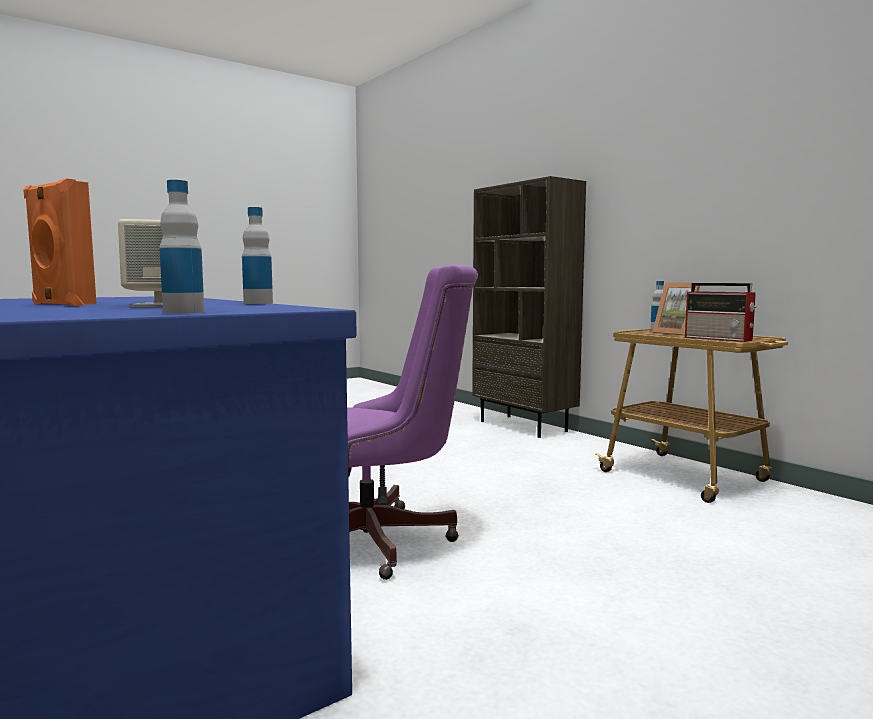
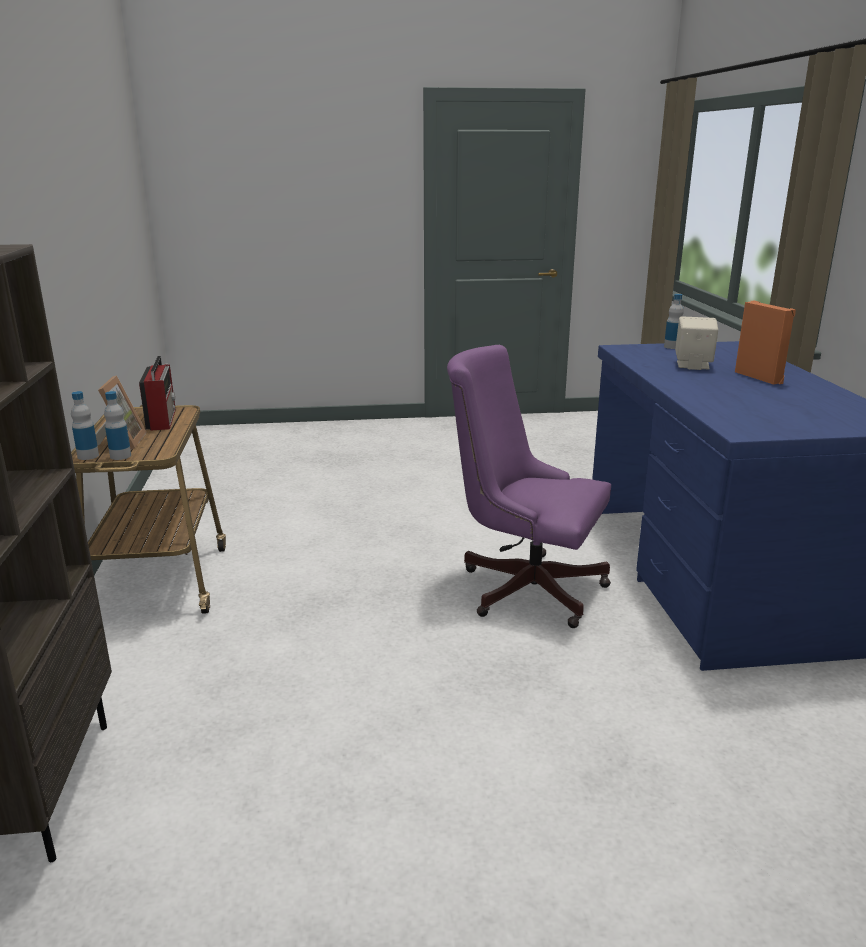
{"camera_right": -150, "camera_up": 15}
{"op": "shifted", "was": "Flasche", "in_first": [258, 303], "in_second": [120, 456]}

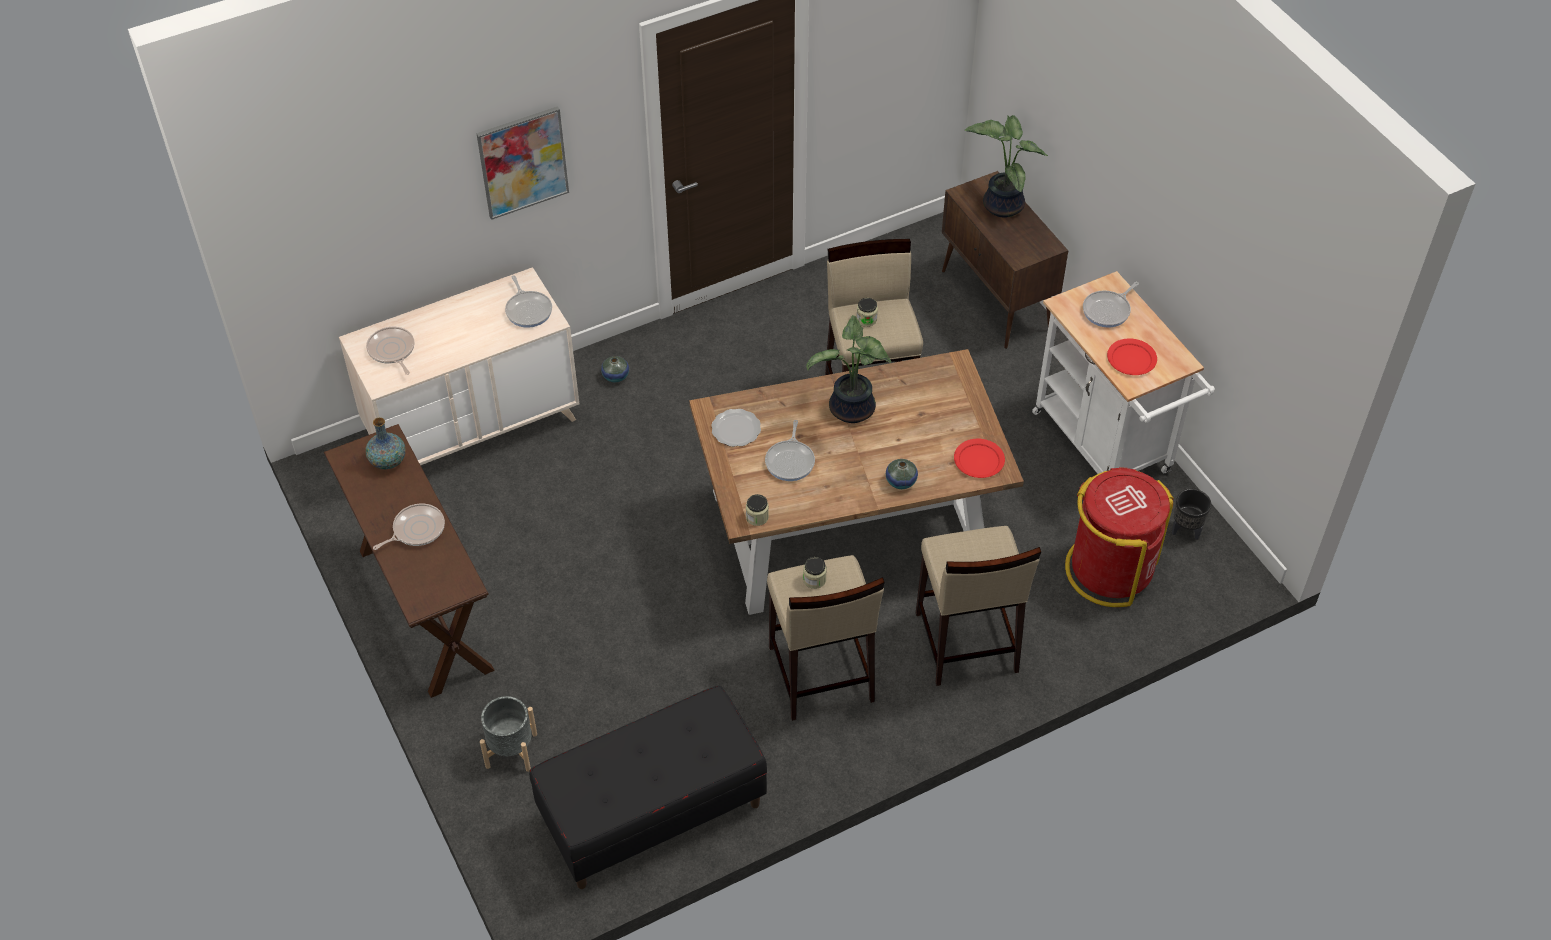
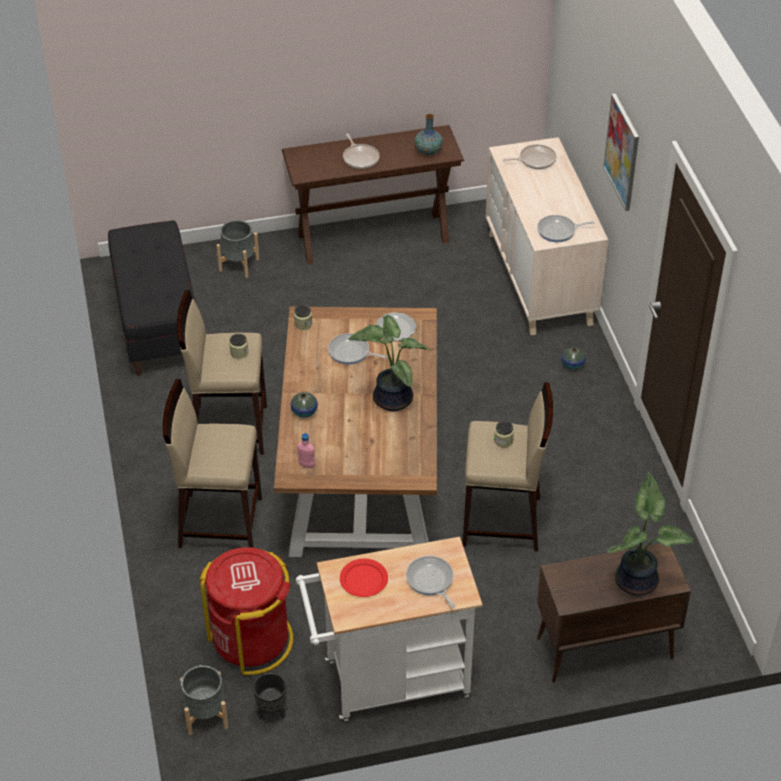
{"camera_right": 105, "camera_up": -5}
{"op": "new", "now": "Pflanzkübel [grau]", "in_second": [206, 715]}
{"op": "swapped", "was": "Teller [rot]", "now": "Flasche [rosa]", "in_first": [979, 460], "in_second": [306, 465]}

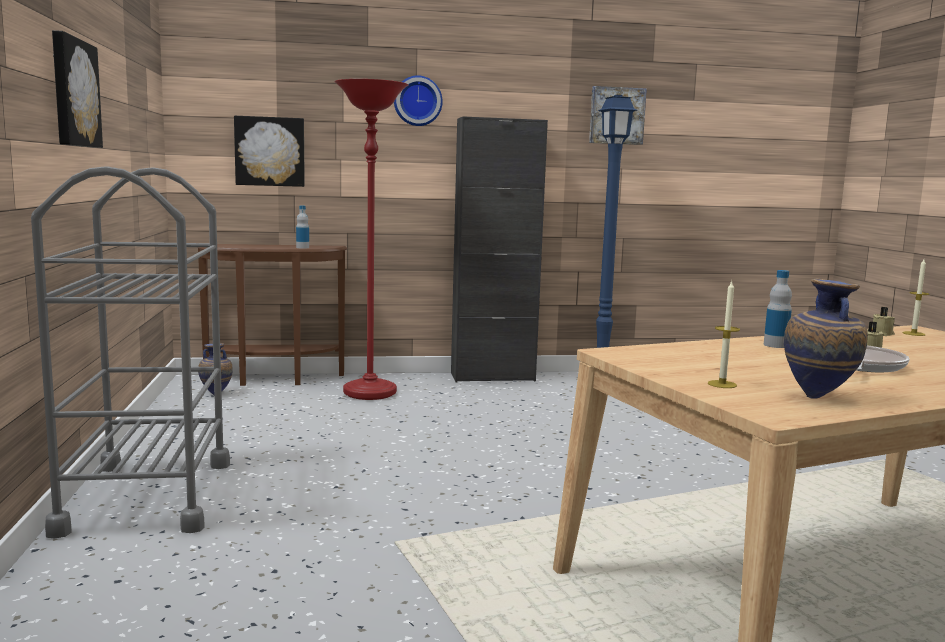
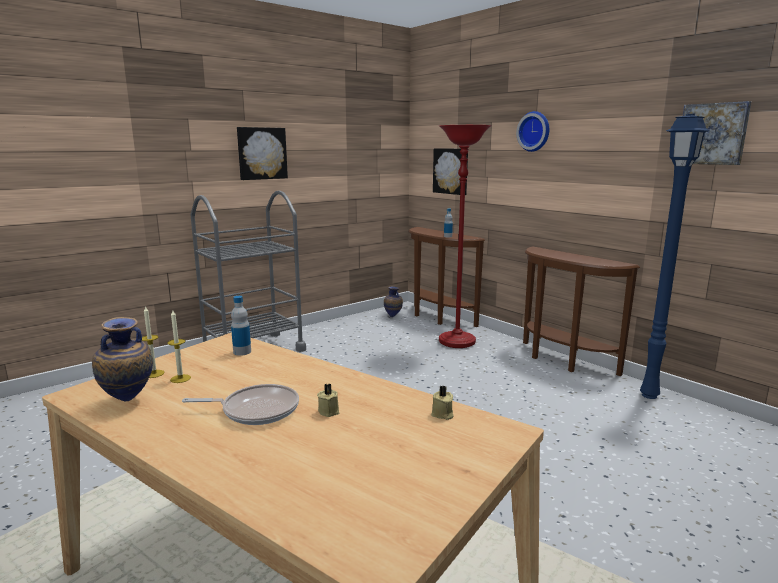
{"camera_right": 60, "camera_up": 5}
{"op": "shifted", "was": "Flasche", "in_first": [775, 345], "in_second": [242, 352]}
{"op": "shifted", "was": "Kerze", "in_first": [913, 333], "in_second": [180, 378]}
{"op": "swapped", "was": "Schrank [schwarz]", "now": "Konsolentisch [braun]", "in_first": [492, 377], "in_second": [561, 361]}

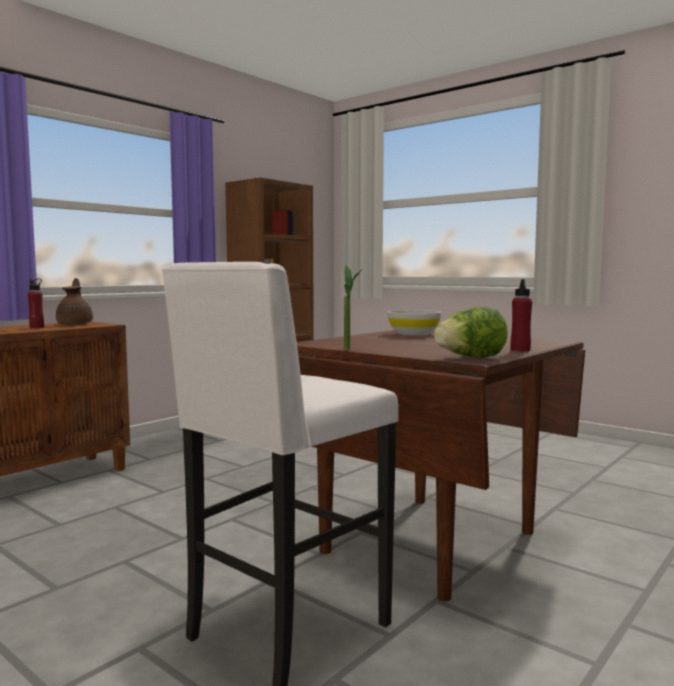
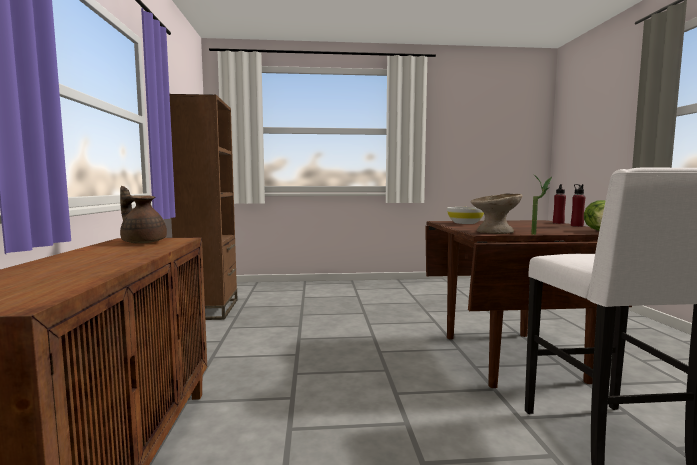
{"camera_right": -45, "camera_up": 0}
{"op": "new", "now": "Schüssel [beige]", "in_second": [495, 232]}
{"op": "shifted", "was": "Flasche [rot]", "in_first": [37, 327], "in_second": [558, 223]}

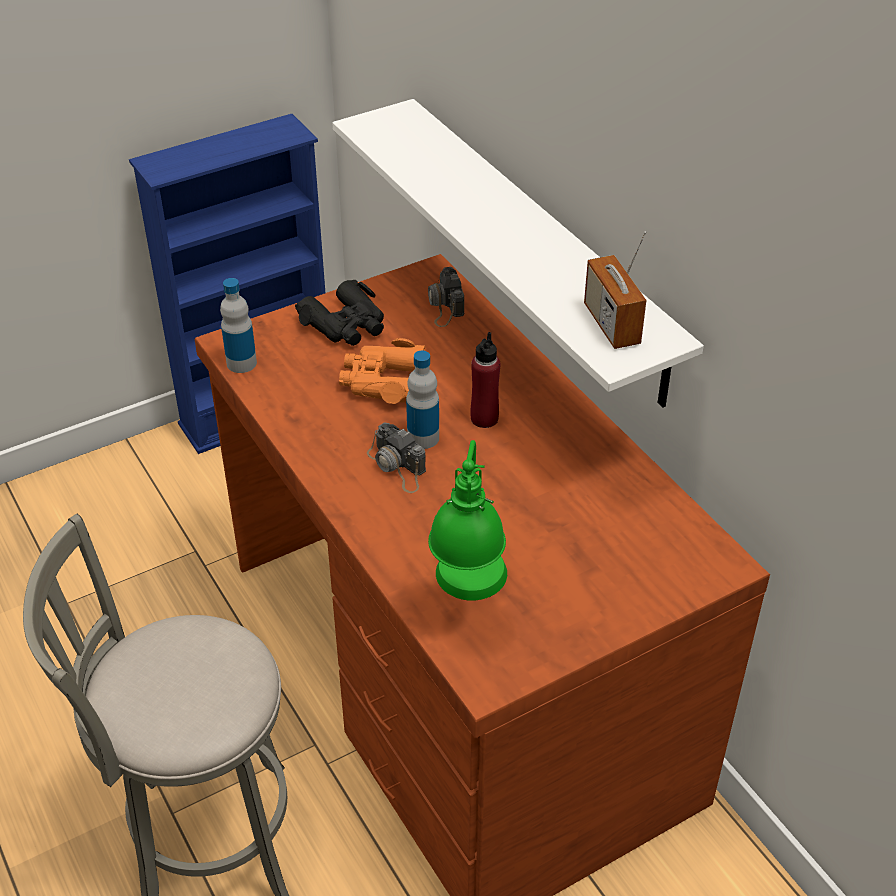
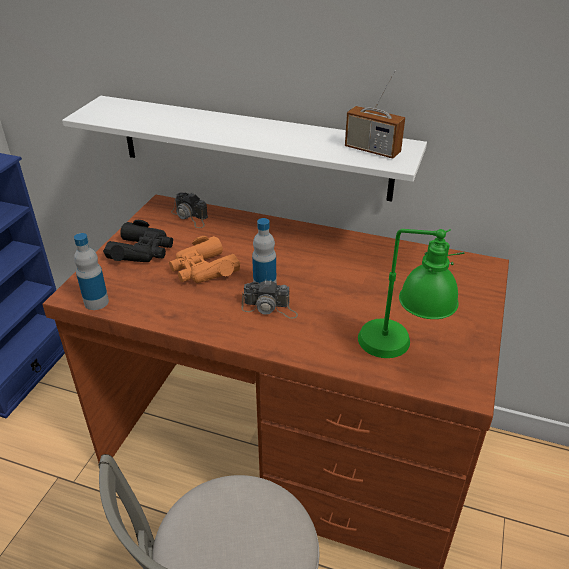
{"camera_right": -40, "camera_up": -5}
{"op": "gone", "was": "Flasche [rot]", "in_first": [484, 418]}

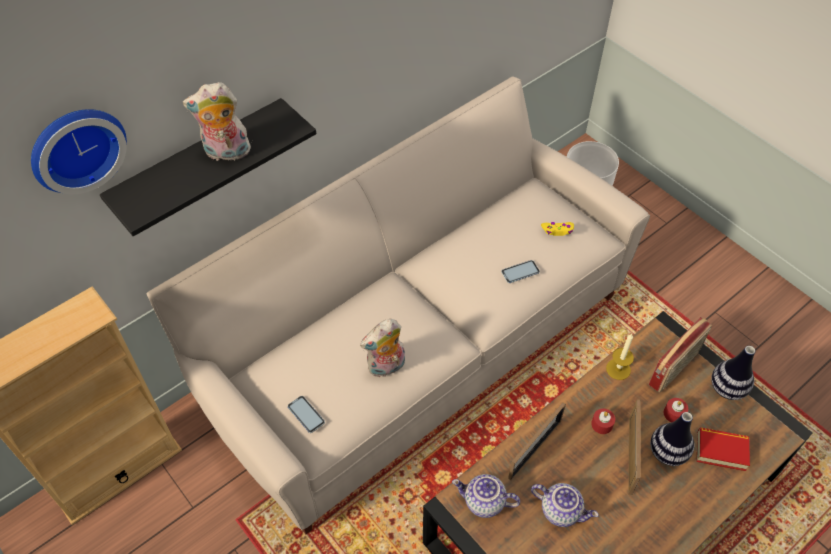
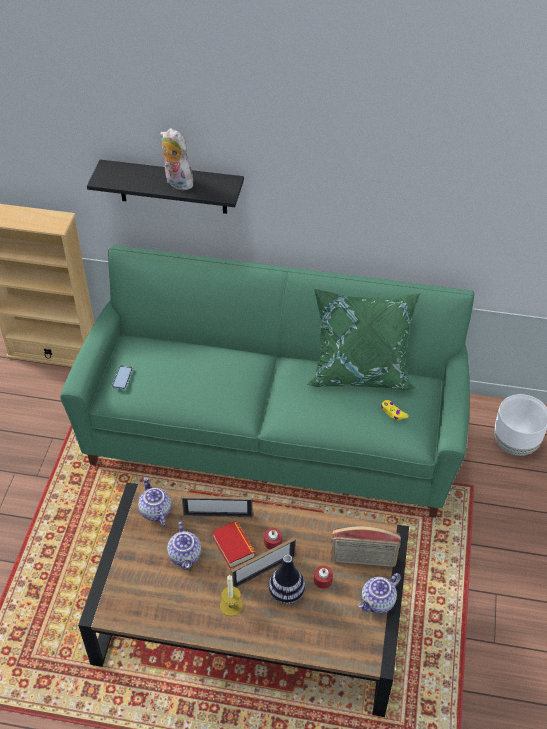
{"camera_right": 50, "camera_up": -5}
{"op": "gone", "was": "Wanduhr", "in_first": [75, 147]}
{"op": "gone", "was": "Plüschtier", "in_first": [386, 367]}
{"op": "gone", "was": "Handy", "in_first": [520, 272]}
{"op": "new", "now": "Kissen [grün]", "in_second": [361, 369]}
{"op": "shifted", "was": "Kerze", "in_first": [618, 369], "in_second": [231, 605]}
{"op": "shifted", "was": "Buch", "in_first": [721, 451], "in_second": [233, 547]}
{"op": "swapped", "was": "Vase", "now": "Teekanne", "in_first": [727, 388], "in_second": [378, 602]}
{"op": "repainted", "was": "Sofa [beige]", "now": "Sofa [grün]", "in_first": [415, 347], "in_second": [272, 431]}

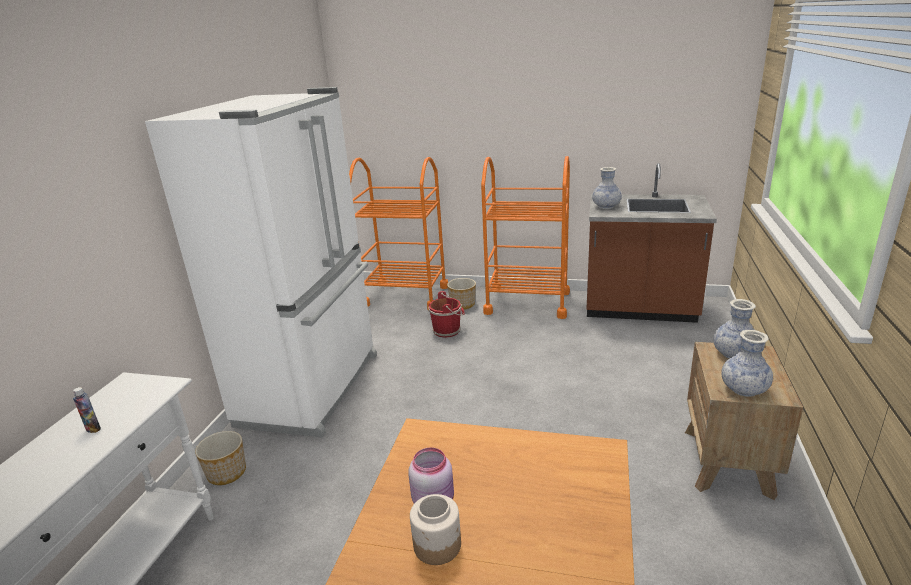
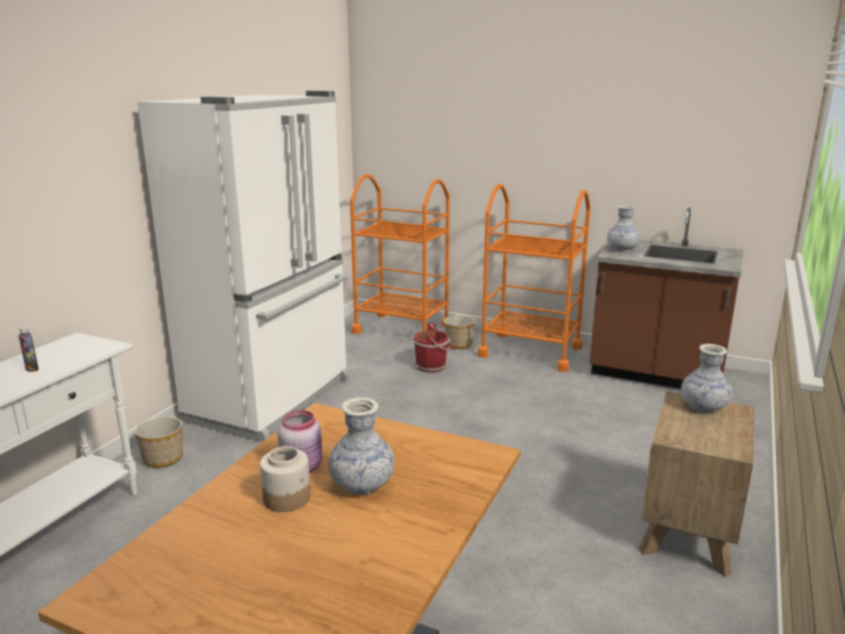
{"camera_right": 10, "camera_up": -5}
{"op": "shifted", "was": "Vase", "in_first": [744, 389], "in_second": [362, 484]}

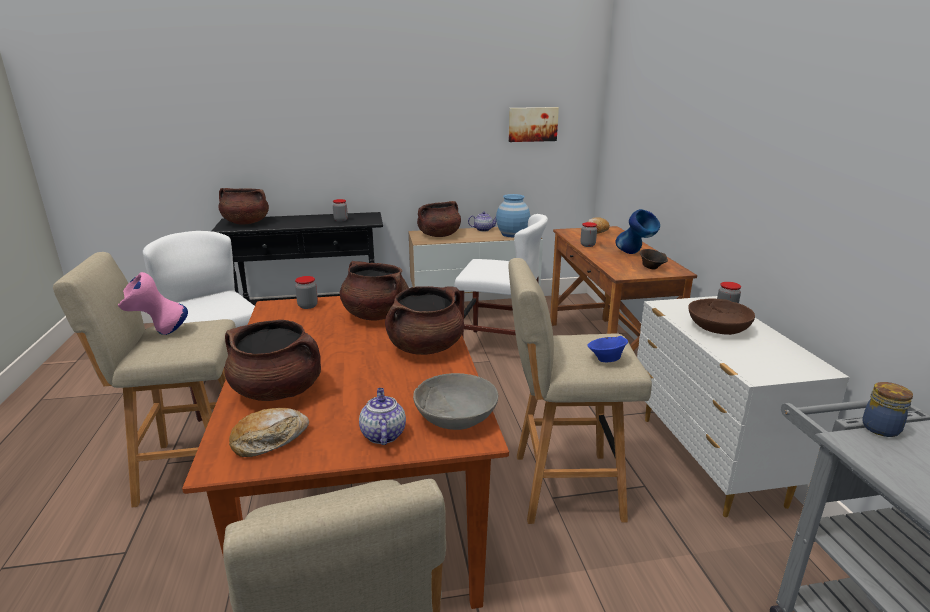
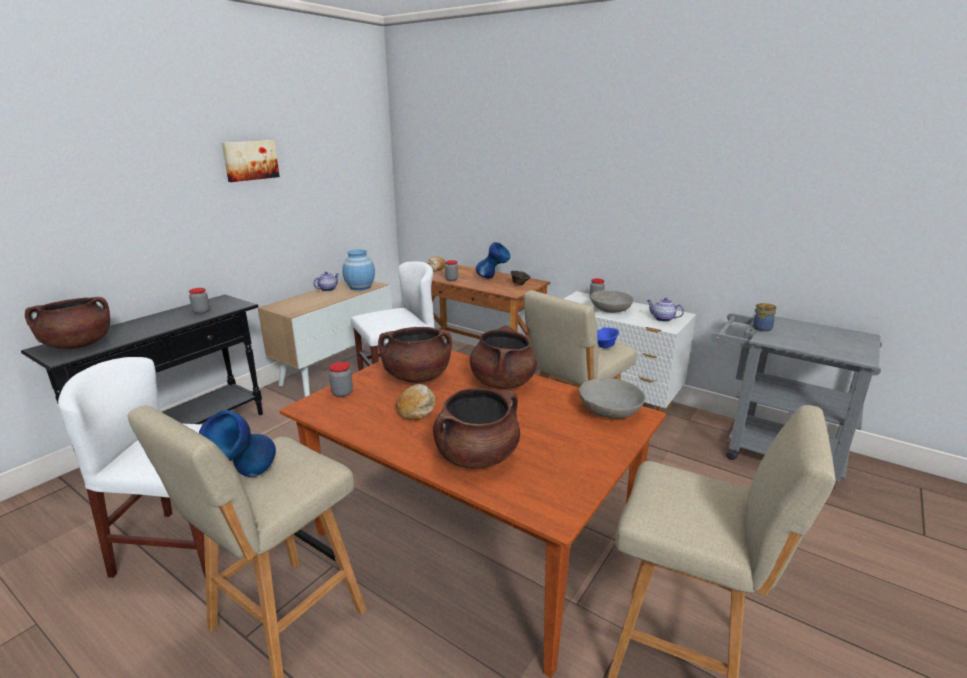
{"camera_right": -45, "camera_up": 0}
{"op": "gone", "was": "Kochtopf [braun]", "in_first": [439, 235]}
{"op": "shifted", "was": "Brot", "in_first": [269, 440], "in_second": [416, 408]}
{"op": "shifted", "was": "Teekanne", "in_first": [382, 434], "in_second": [662, 319]}
{"op": "shifted", "was": "Bild", "in_first": [532, 124], "in_second": [250, 160]}
{"op": "repainted", "was": "Vase [rosa]", "now": "Vase [blau]", "in_first": [158, 334], "in_second": [245, 479]}
{"op": "repainted", "was": "Schüssel [braun]", "now": "Schüssel [grau]", "in_first": [717, 328], "in_second": [610, 309]}

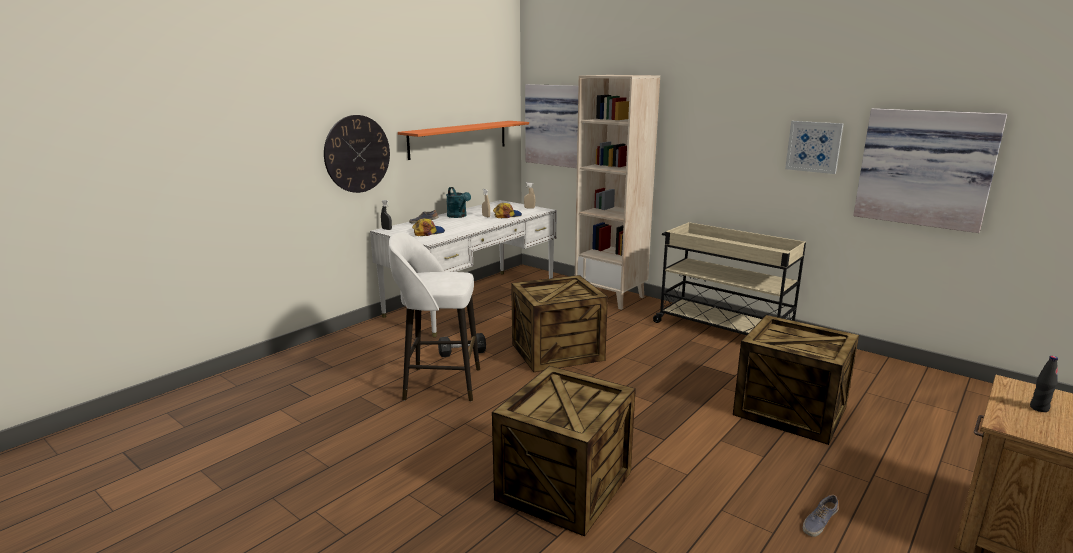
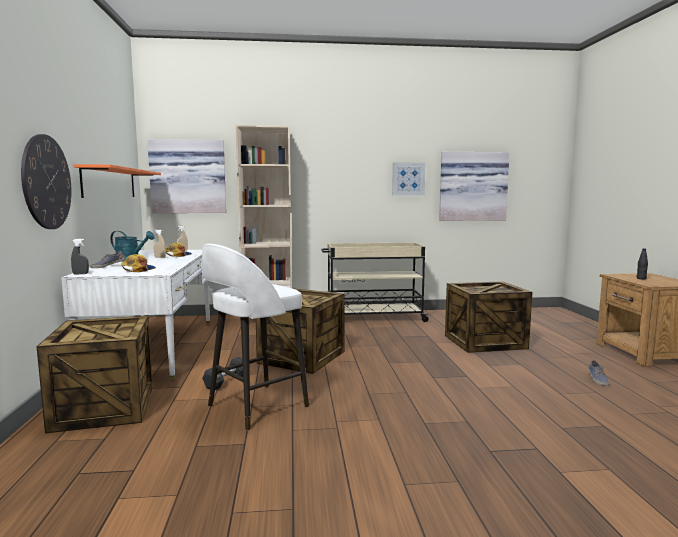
{"camera_right": -45, "camera_up": -10}
{"op": "shifted", "was": "Kiste", "in_first": [563, 484], "in_second": [103, 407]}

